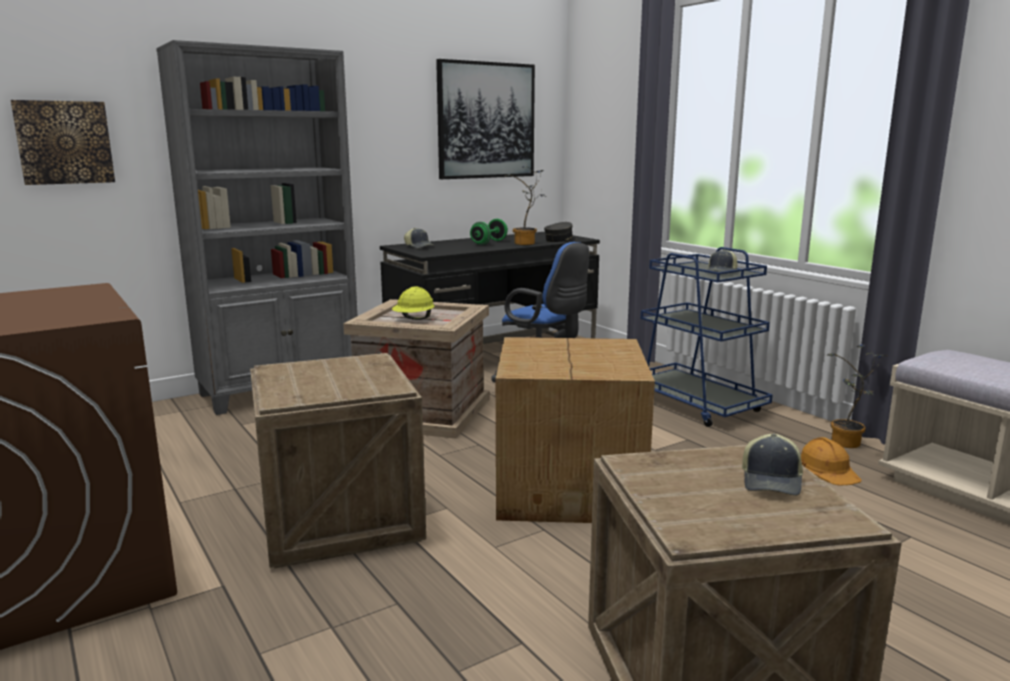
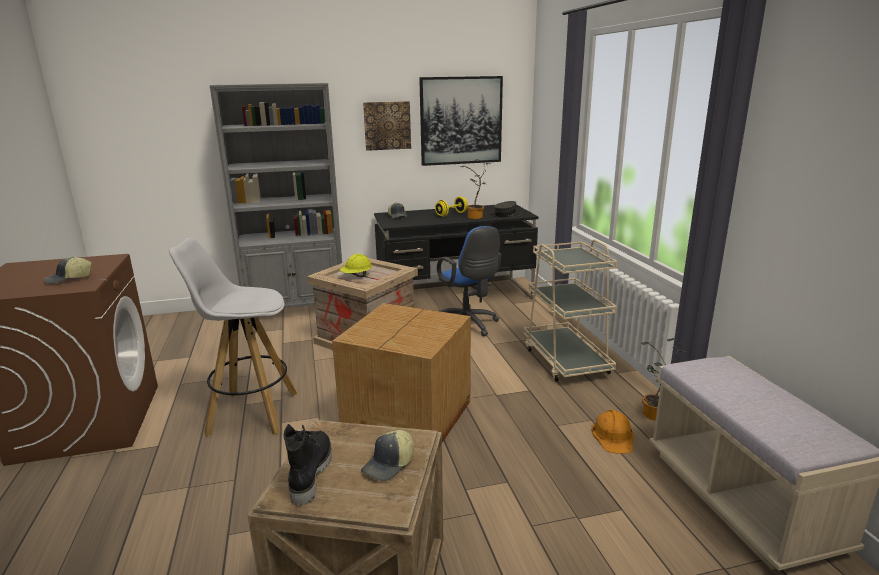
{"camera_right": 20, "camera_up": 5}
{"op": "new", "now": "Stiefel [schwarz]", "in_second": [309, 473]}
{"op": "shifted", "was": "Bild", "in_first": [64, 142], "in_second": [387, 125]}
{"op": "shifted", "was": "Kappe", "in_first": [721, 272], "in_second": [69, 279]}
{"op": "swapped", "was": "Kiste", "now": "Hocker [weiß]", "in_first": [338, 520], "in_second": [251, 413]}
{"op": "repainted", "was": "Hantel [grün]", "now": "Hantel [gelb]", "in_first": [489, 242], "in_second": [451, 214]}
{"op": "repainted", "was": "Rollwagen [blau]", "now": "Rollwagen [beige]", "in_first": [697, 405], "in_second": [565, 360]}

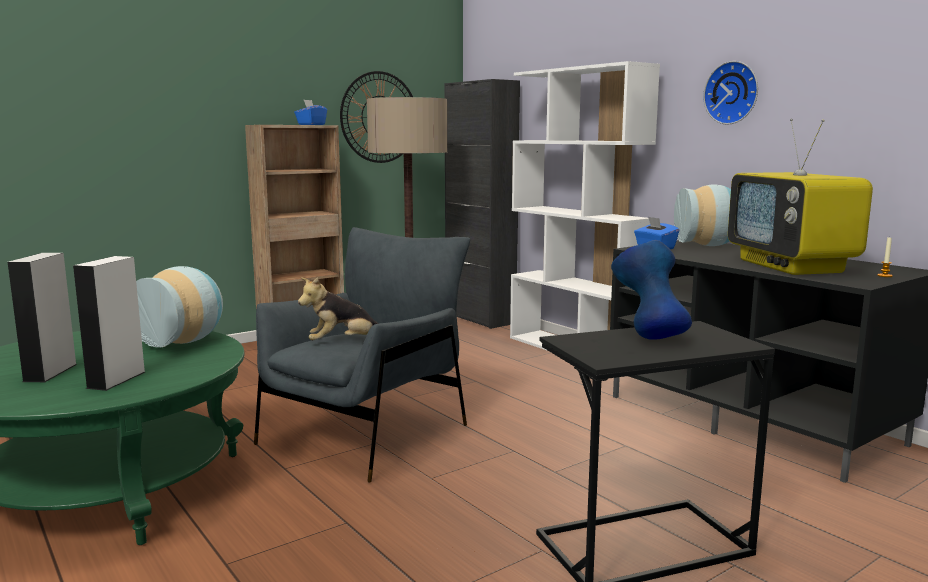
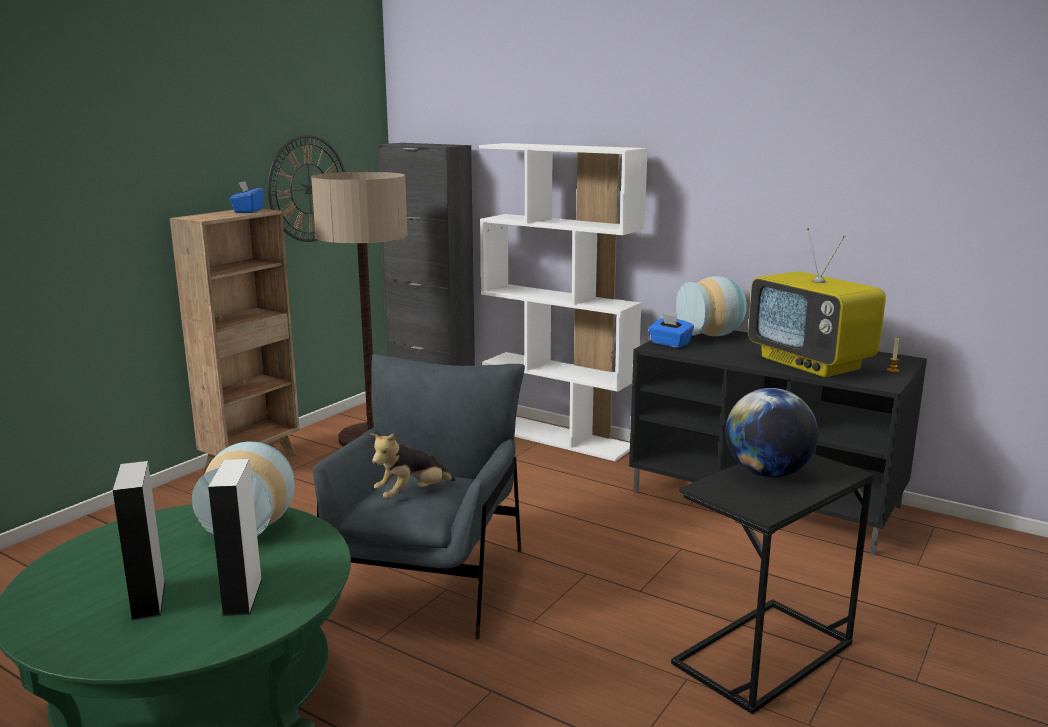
{"camera_right": -20, "camera_up": 5}
{"op": "gone", "was": "Wanduhr", "in_first": [733, 93]}
{"op": "swapped", "was": "Vase [blau]", "now": "Globus", "in_first": [648, 336], "in_second": [767, 473]}

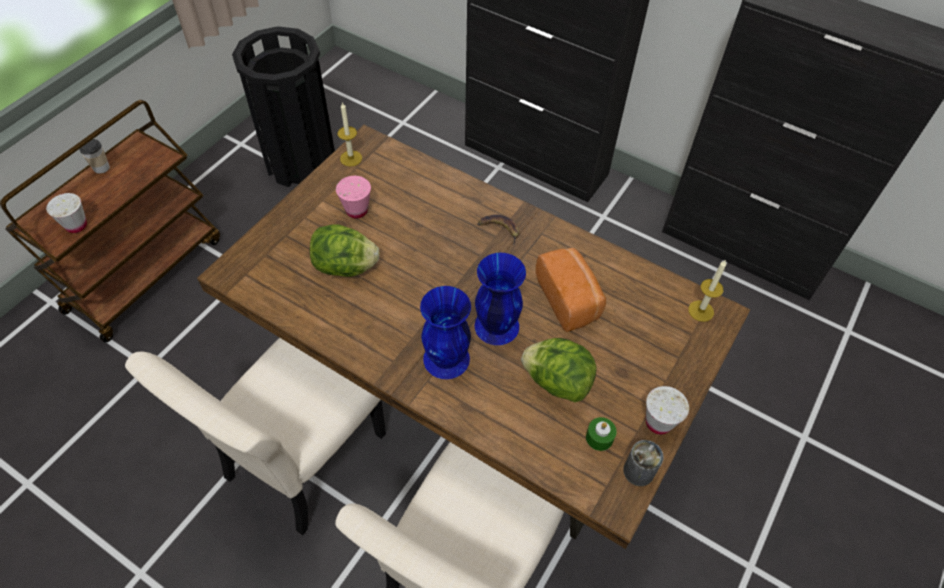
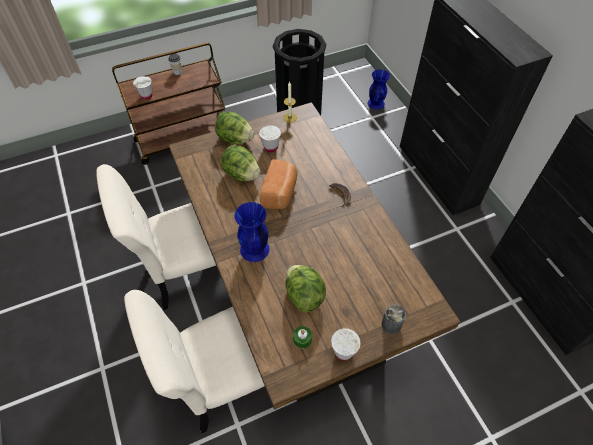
{"camera_right": 35, "camera_up": 0}
{"op": "gone", "was": "Kerze", "in_first": [701, 311]}
{"op": "new", "now": "Salatkopf", "in_second": [235, 139]}
{"op": "shifted", "was": "Vase [blau]", "in_first": [496, 325], "in_second": [375, 103]}
{"op": "shifted", "was": "Brot", "in_first": [570, 299], "in_second": [280, 193]}
{"op": "shifted", "was": "Dose", "in_first": [638, 471], "in_second": [391, 325]}
{"op": "repainted", "was": "Tasse [rosa]", "now": "Tasse [weiß]", "in_first": [356, 210], "in_second": [270, 147]}

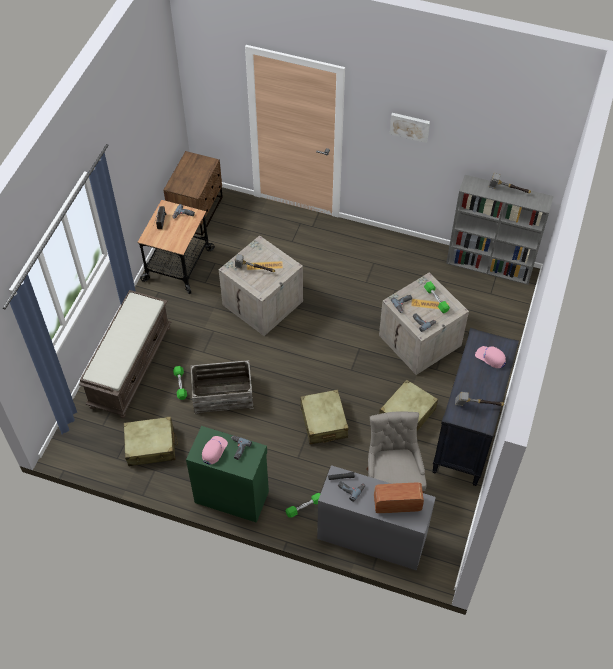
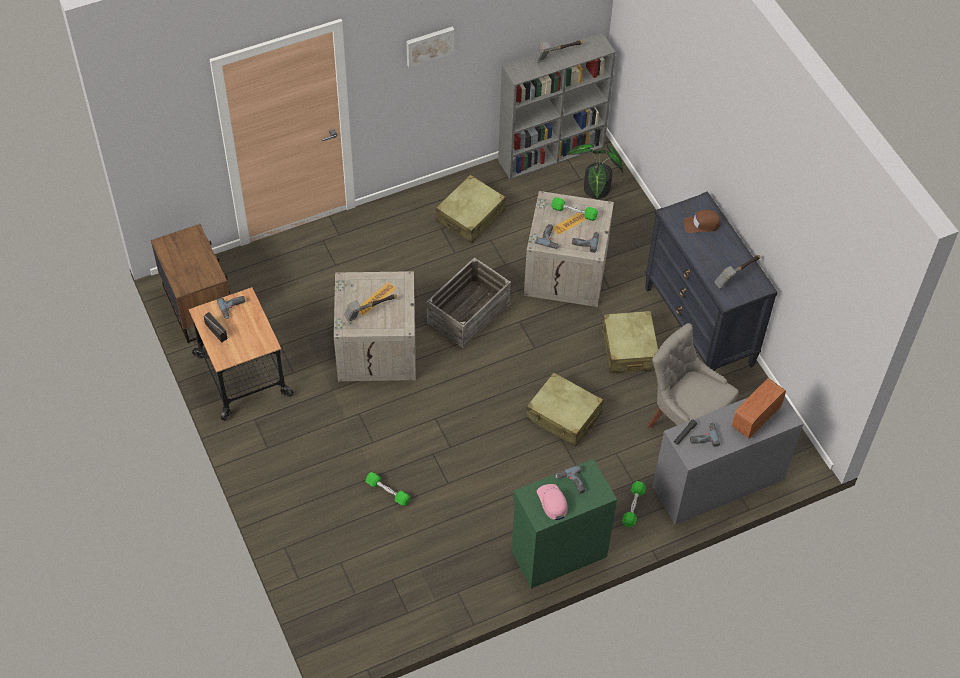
{"camera_right": -45, "camera_up": 0}
{"op": "gone", "was": "Bank [braun]", "in_first": [130, 366]}
{"op": "new", "now": "Topfpflanze", "in_second": [594, 191]}
{"op": "shifted", "was": "Koffer [beige]", "in_first": [151, 446], "in_second": [471, 216]}
{"op": "shifted", "was": "Kiste", "in_first": [223, 394], "in_second": [468, 313]}
{"op": "repainted", "was": "Kappe [rosa]", "now": "Kappe [braun]", "in_first": [490, 358], "in_second": [701, 224]}

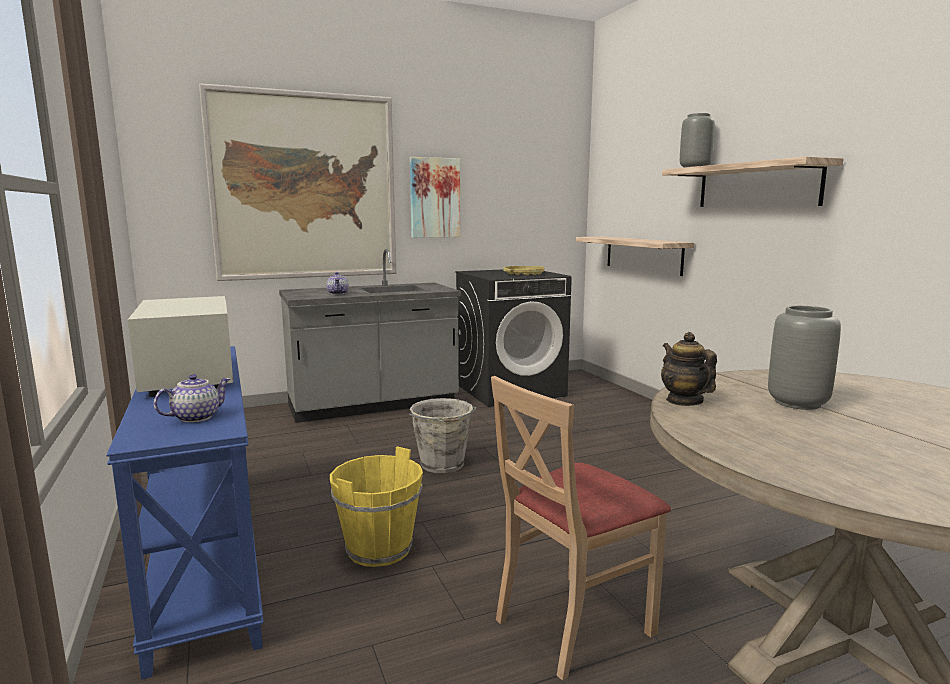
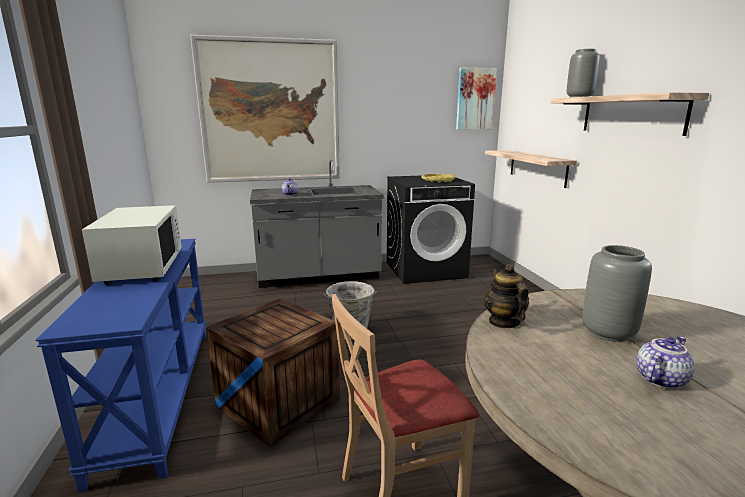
{"camera_right": 10, "camera_up": 5}
{"op": "shifted", "was": "Teekanne", "in_first": [196, 417], "in_second": [659, 379]}
{"op": "shifted", "was": "Bild", "in_first": [434, 198], "in_second": [475, 99]}
{"op": "swapped", "was": "Eimer [gelb]", "now": "Kiste", "in_first": [379, 549], "in_second": [278, 402]}

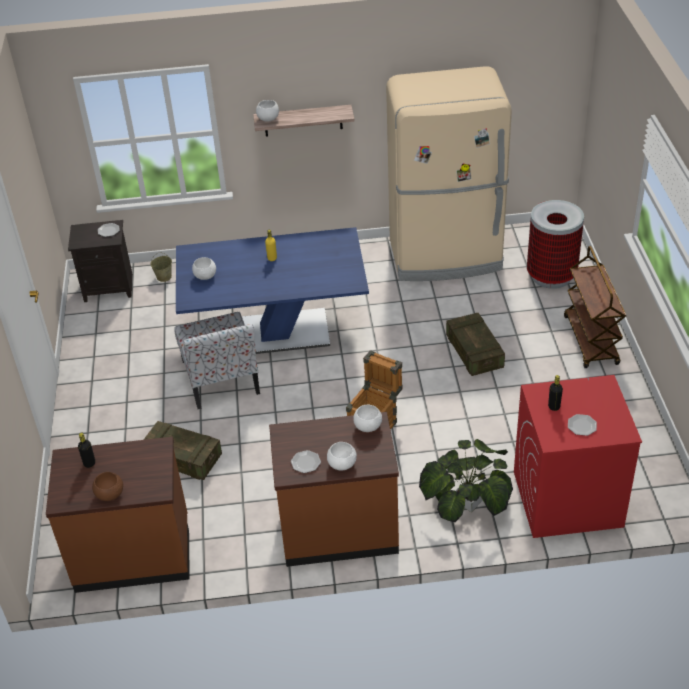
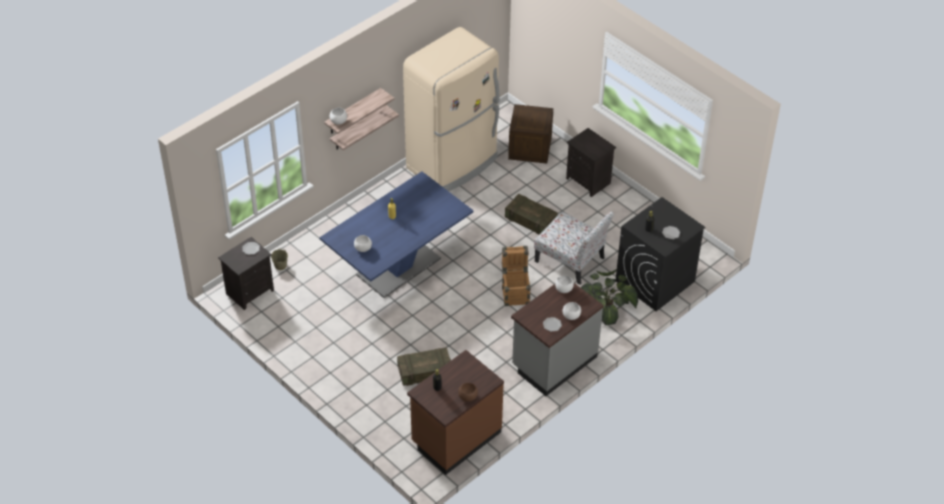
{"camera_right": -40, "camera_up": 5}
{"op": "new", "now": "Wandregal", "in_second": [358, 128]}
{"op": "shifted", "was": "Stuhl", "in_first": [221, 378], "in_second": [571, 260]}
{"op": "swapped", "was": "Mülleimer", "now": "Kiste", "in_first": [551, 276], "in_second": [530, 148]}
{"op": "swapped", "was": "Rollwagen [braun]", "now": "Nachttisch [schwarz]", "in_first": [591, 341], "in_second": [589, 181]}
{"op": "repainted", "was": "Küchenzeile [braun]", "now": "Küchenzeile [grau]", "in_first": [338, 529], "in_second": [553, 362]}
{"op": "repainted", "was": "Waschmaschine [rot]", "now": "Waschmaschine [schwarz]", "in_first": [566, 499], "in_second": [655, 281]}

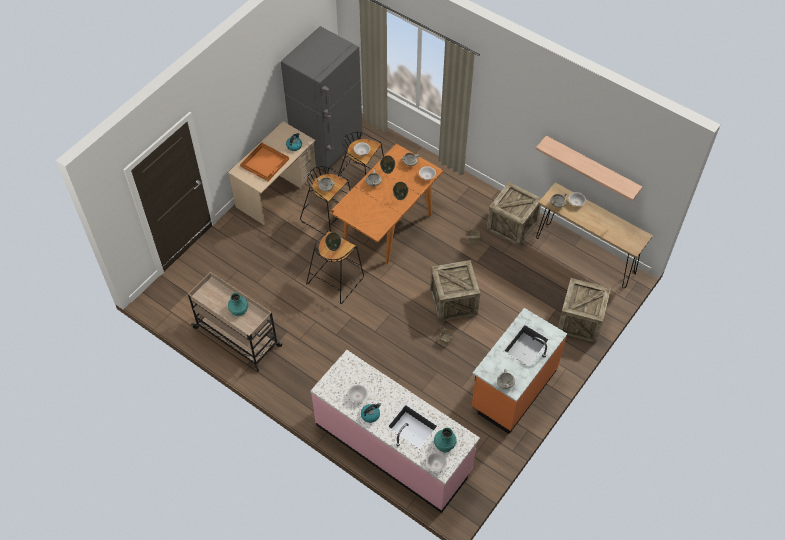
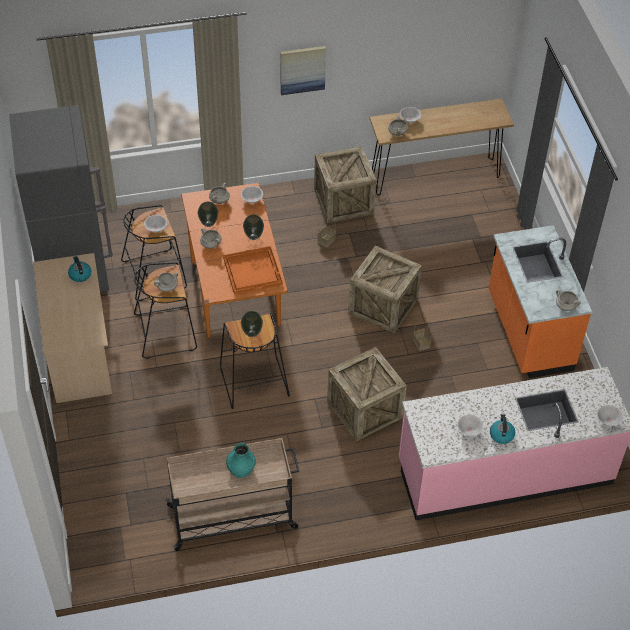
{"camera_right": -50, "camera_up": -5}
{"op": "gone", "was": "Vase [türkis]", "in_first": [444, 444]}
{"op": "gone", "was": "Wandregal", "in_first": [592, 166]}
{"op": "new", "now": "Bild", "in_second": [302, 69]}
{"op": "shifted", "was": "Tablett [orange]", "in_first": [265, 162], "in_second": [253, 271]}
{"op": "shifted", "was": "Kiste", "in_first": [580, 321], "in_second": [364, 410]}

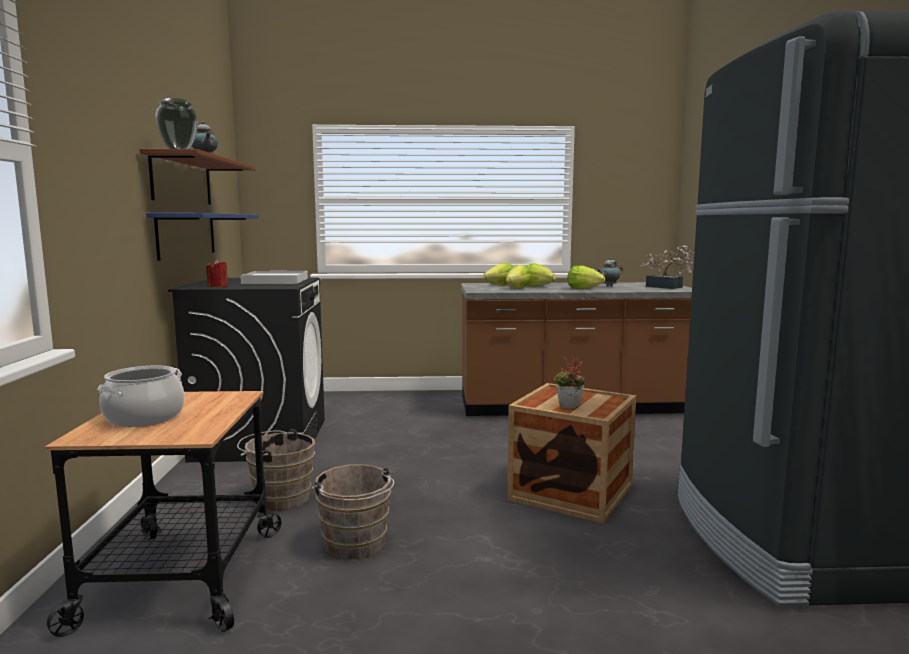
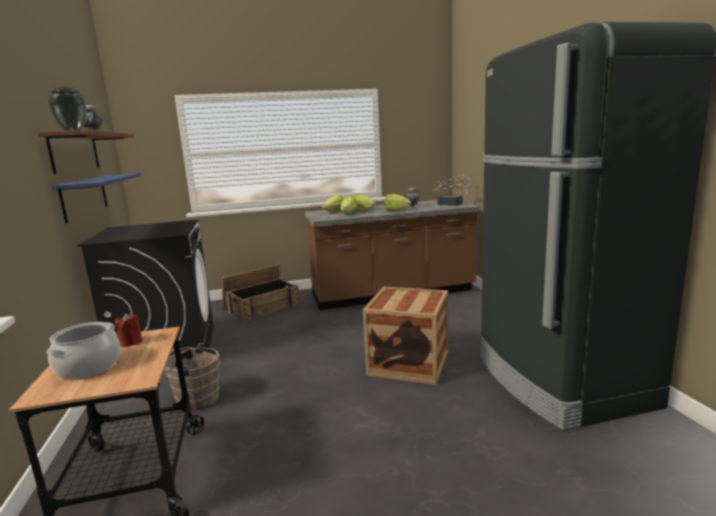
{"camera_right": -10, "camera_up": 5}
{"op": "gone", "was": "Tablett [weiß]", "in_first": [276, 281]}
{"op": "gone", "was": "Eimer [braun]", "in_first": [356, 546]}
{"op": "gone", "was": "Topfpflanze", "in_first": [569, 408]}
{"op": "new", "now": "Kiste", "in_second": [261, 306]}
{"op": "shifted", "was": "Kerze [rot]", "in_first": [218, 286], "in_second": [131, 342]}

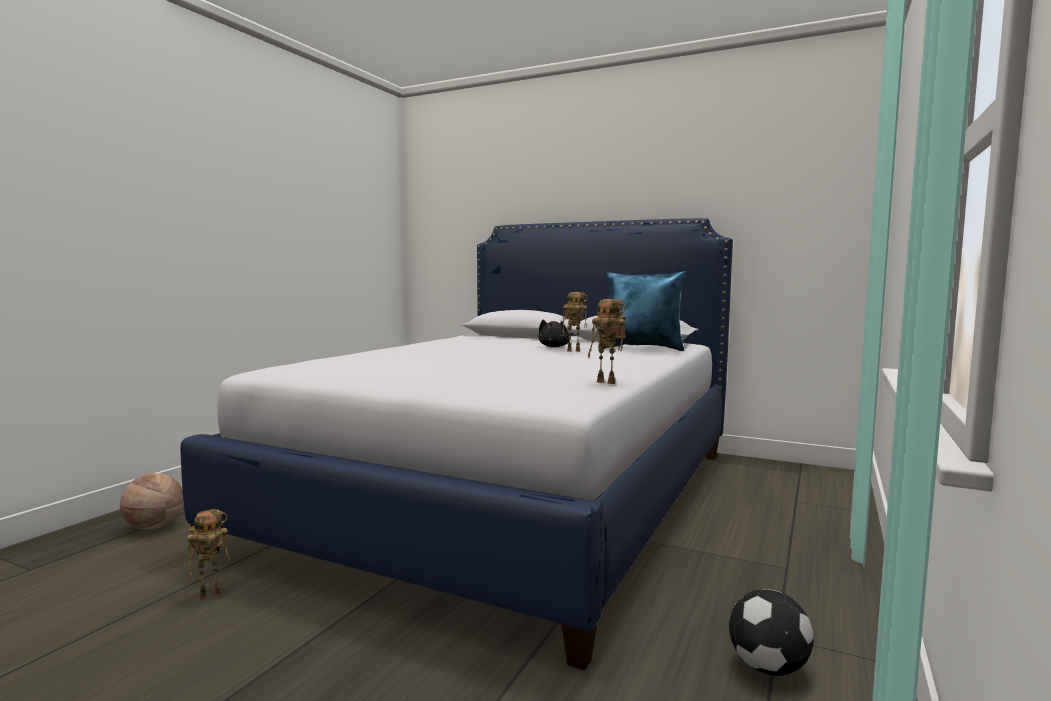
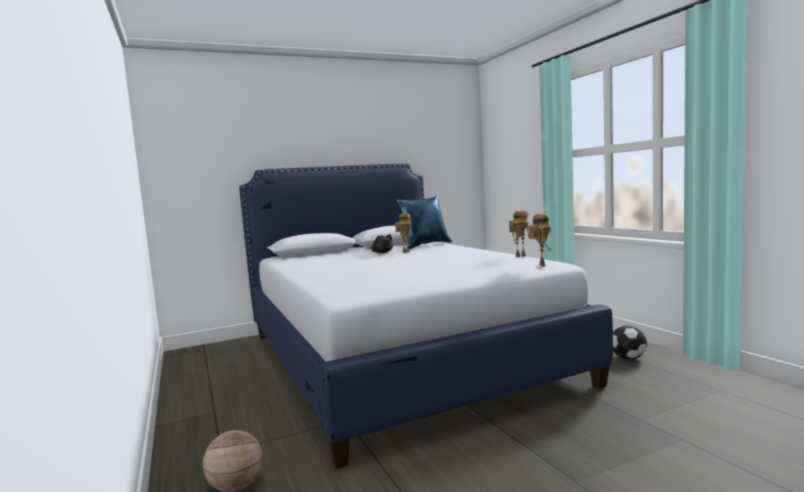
{"camera_right": -50, "camera_up": 0}
{"op": "shifted", "was": "Spielzeugroboter", "in_first": [211, 594], "in_second": [540, 265]}

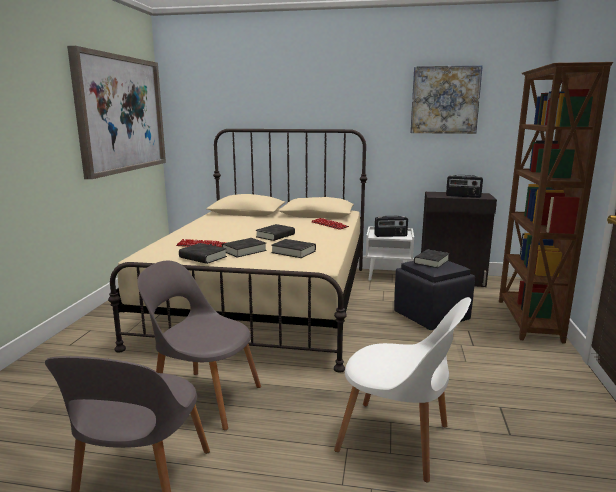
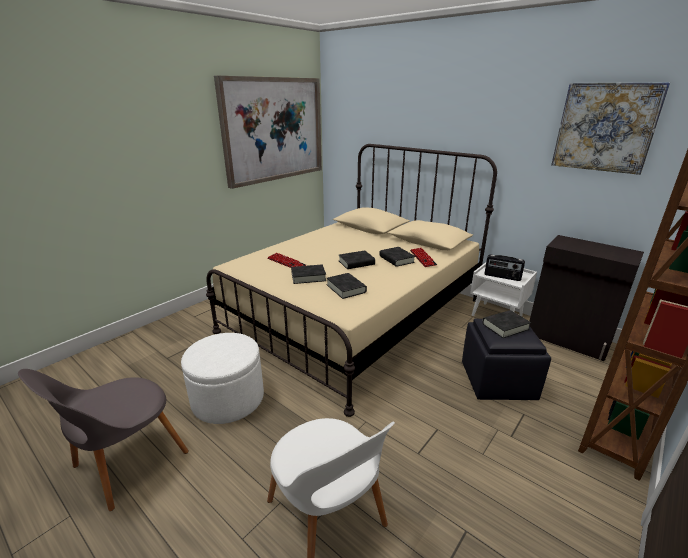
{"camera_right": 30, "camera_up": 10}
{"op": "gone", "was": "Radio", "in_first": [463, 196]}
{"op": "shifted", "was": "Buch [schwarz]", "in_first": [203, 257], "in_second": [396, 259]}
{"op": "swapped", "was": "Stuhl [grau]", "now": "Polsterhocker [weiß]", "in_first": [204, 398], "in_second": [228, 399]}

